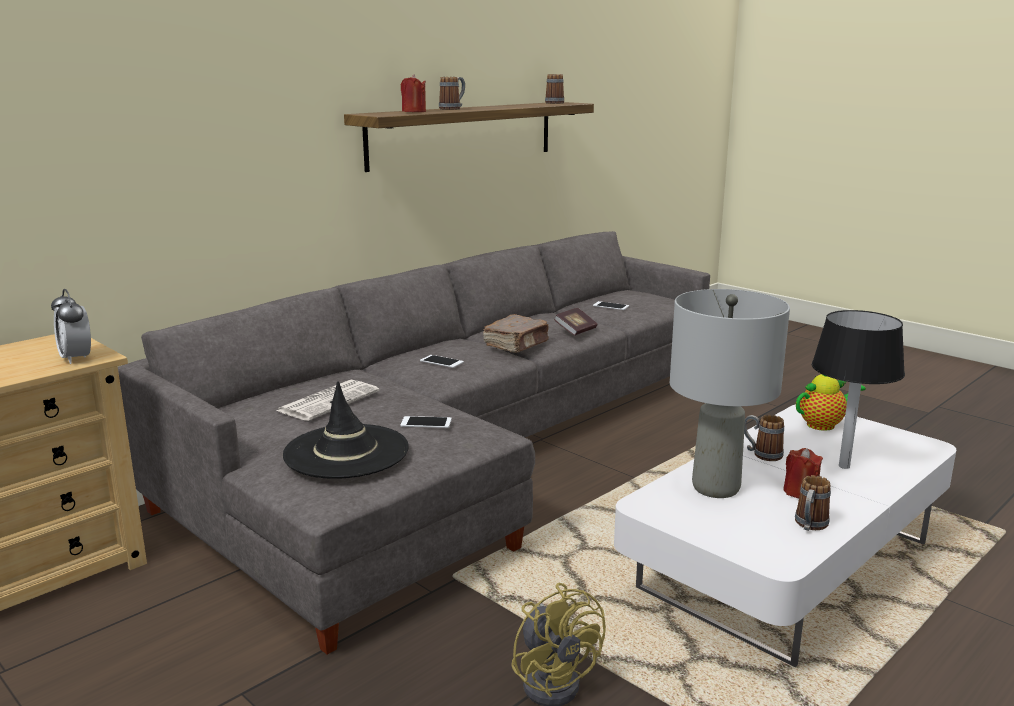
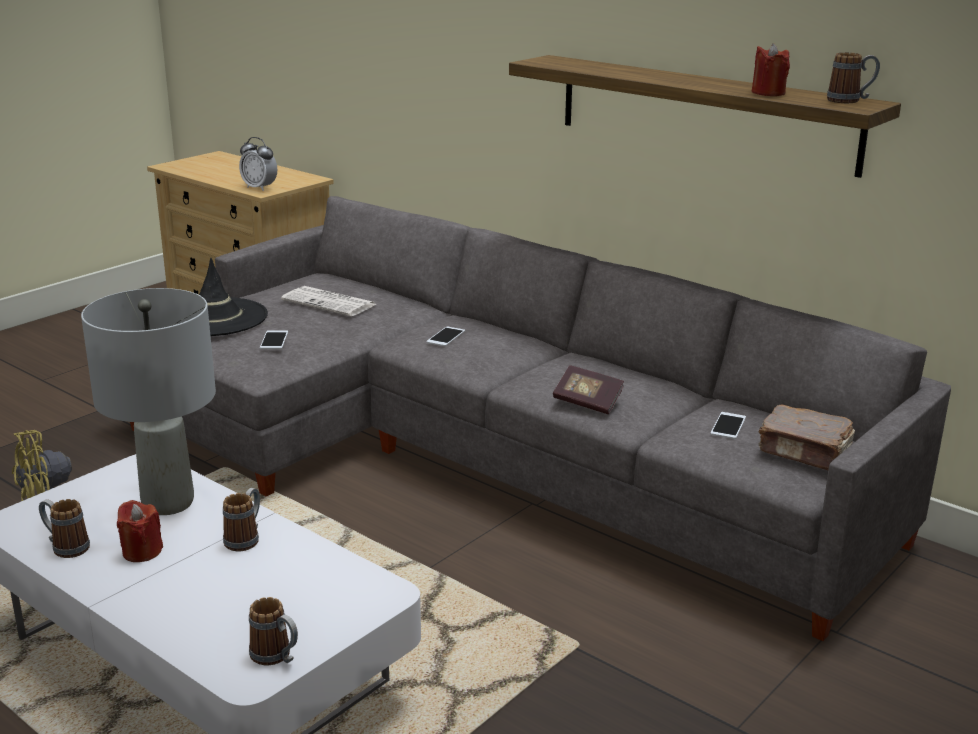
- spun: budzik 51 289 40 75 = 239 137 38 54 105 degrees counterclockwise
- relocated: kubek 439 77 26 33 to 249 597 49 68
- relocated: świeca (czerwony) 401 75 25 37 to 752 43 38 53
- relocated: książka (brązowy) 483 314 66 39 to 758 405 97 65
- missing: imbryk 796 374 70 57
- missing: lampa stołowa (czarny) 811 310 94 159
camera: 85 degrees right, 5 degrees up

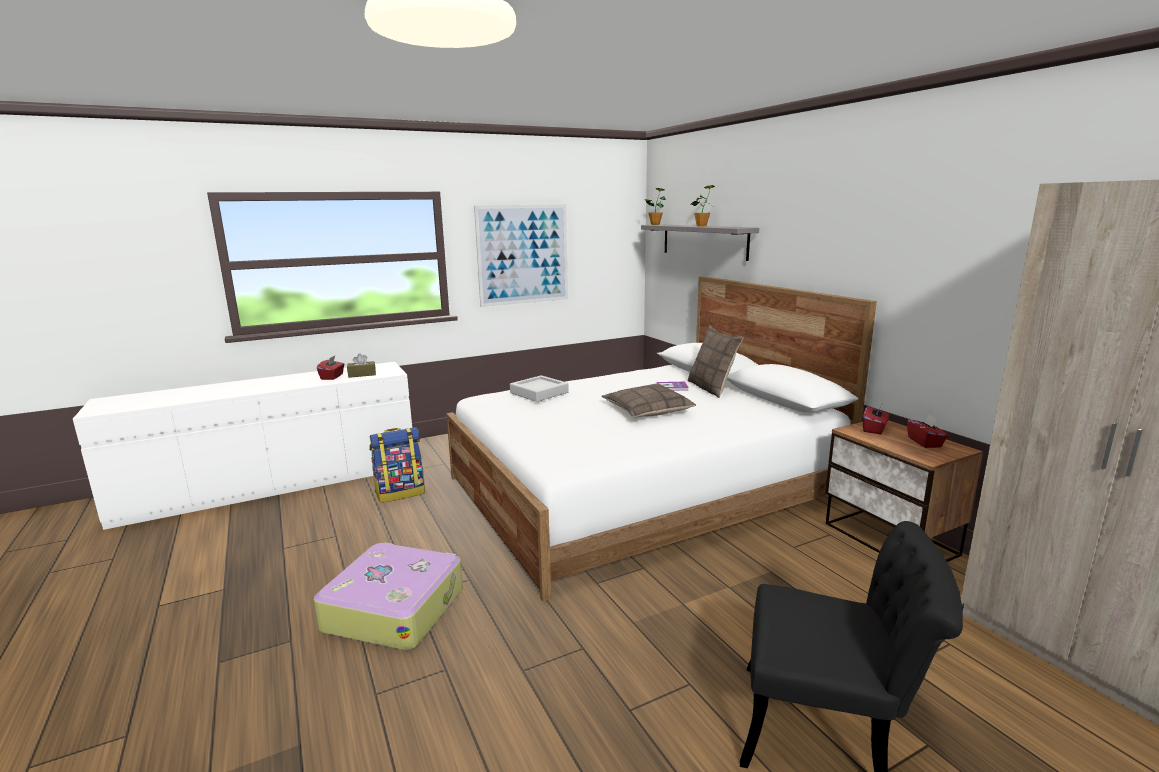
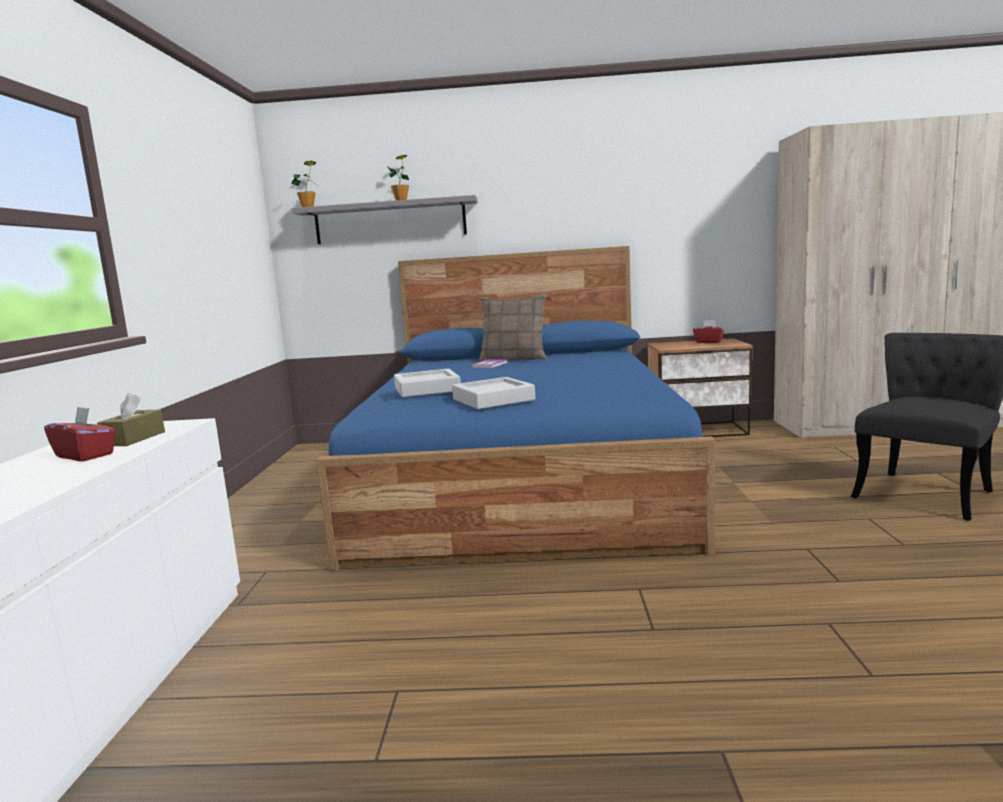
- colour: łóżko (biały) 446 276 431 325 to łóżko (niebieski) 317 246 398 325
- appeared: taca (szary) 452 377 83 32
- missing: walizka 314 543 149 107
- missing: plecak 369 427 56 76
- missing: obraz 474 204 94 103
- missing: poduszka 602 384 94 33
- missing: pudełko chusteczek (czerwony) 863 405 26 29
camera: 60 degrees left, 5 degrees down

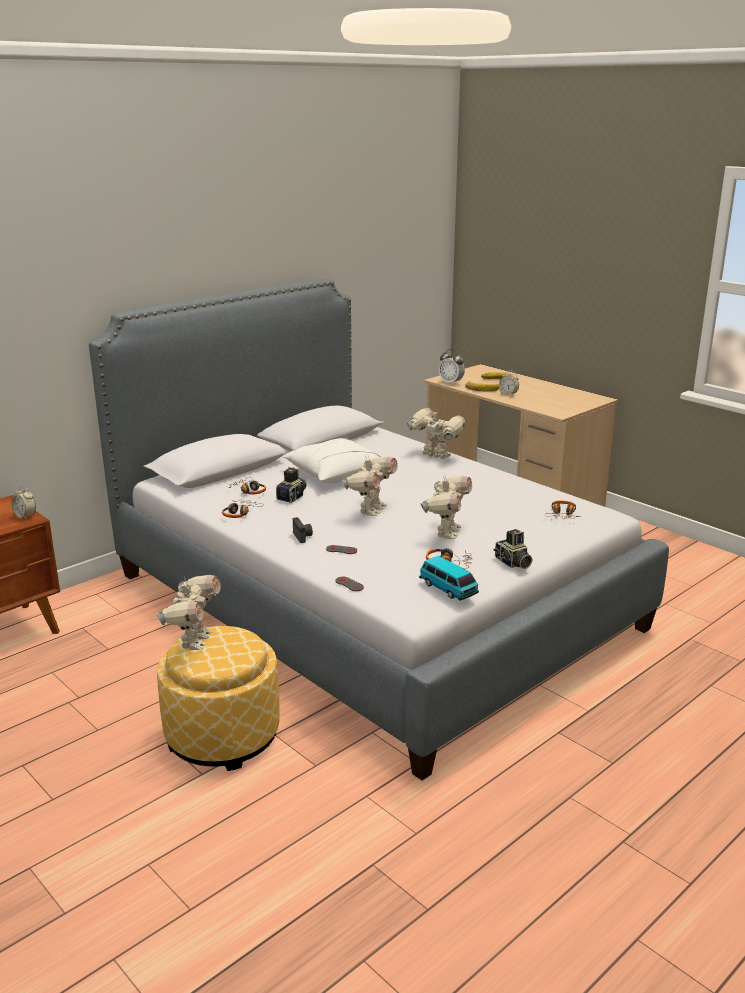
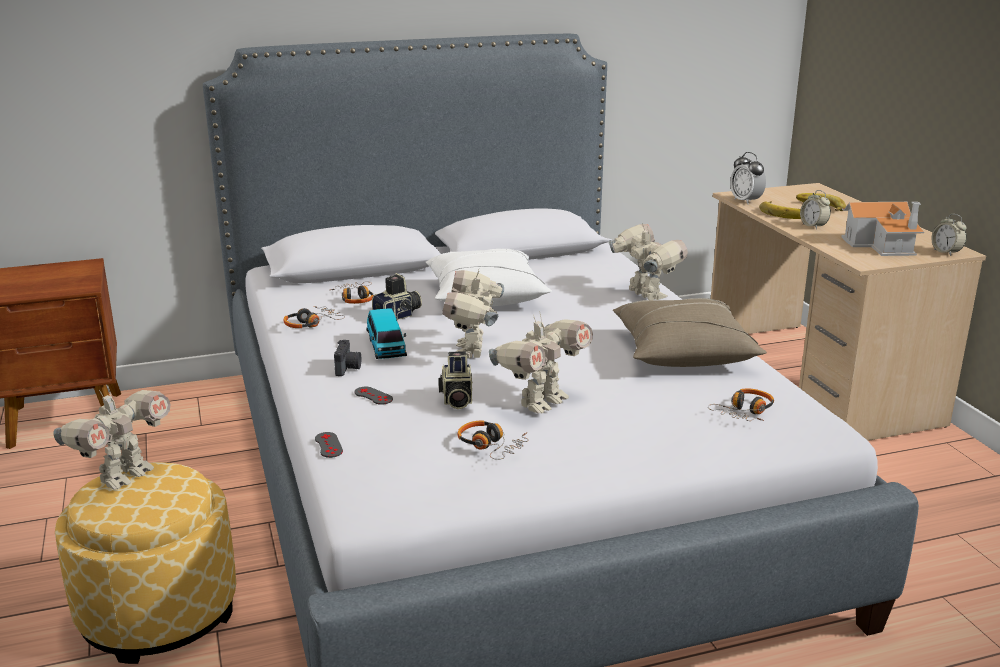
- relocated: samochodzik 419 556 60 45 to 366 308 41 51
- relocated: aparat fotograficzny 493 529 39 40 to 439 351 34 58
- spun: robot zabawkowy 342 453 56 63 = 442 270 62 89 135 degrees clockwise
- appeared: poduszka (beżowy) 613 298 154 69
- appeared: domek 841 202 83 54
- relocated: budzik 11 486 25 34 to 931 214 36 42
camera: 25 degrees right, 0 degrees up

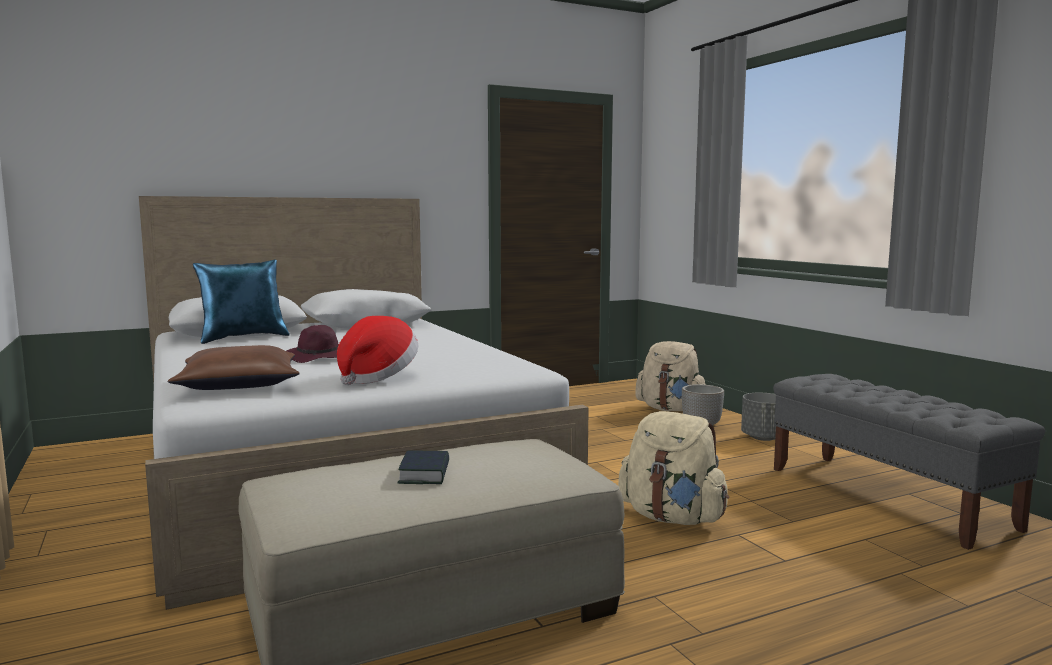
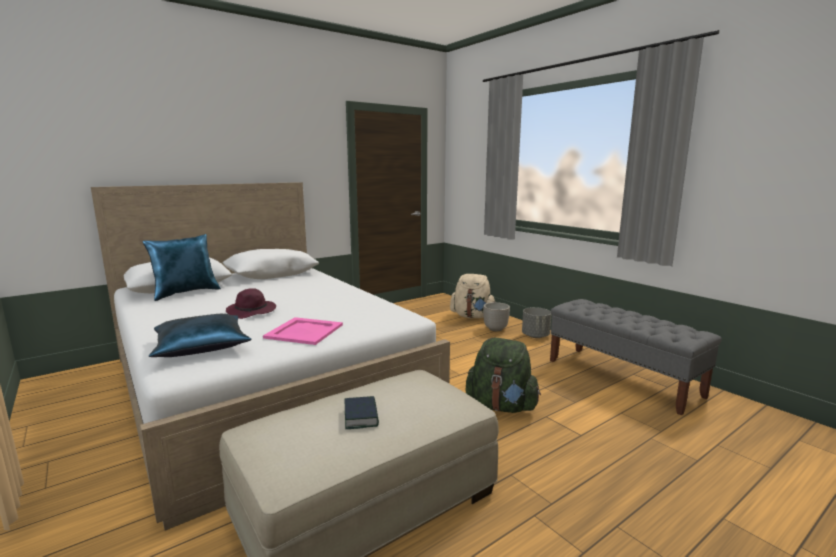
- colour: poduszka (brązowy) 168 345 132 45 to poduszka (niebieski) 149 314 102 43
- exchanged: kapelusz 337 316 81 69 to taca (różowy) 263 317 80 28
- colour: plecak (beżowy) 618 411 111 114 to plecak (zielony) 466 338 75 75
camera: 10 degrees left, 5 degrees up

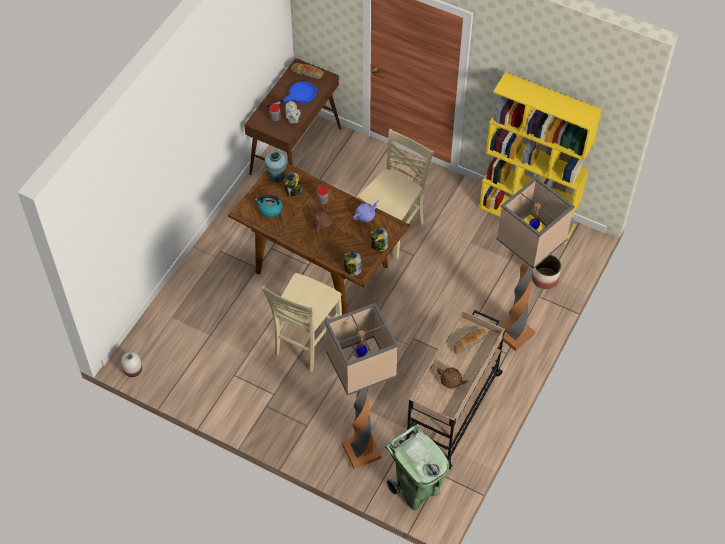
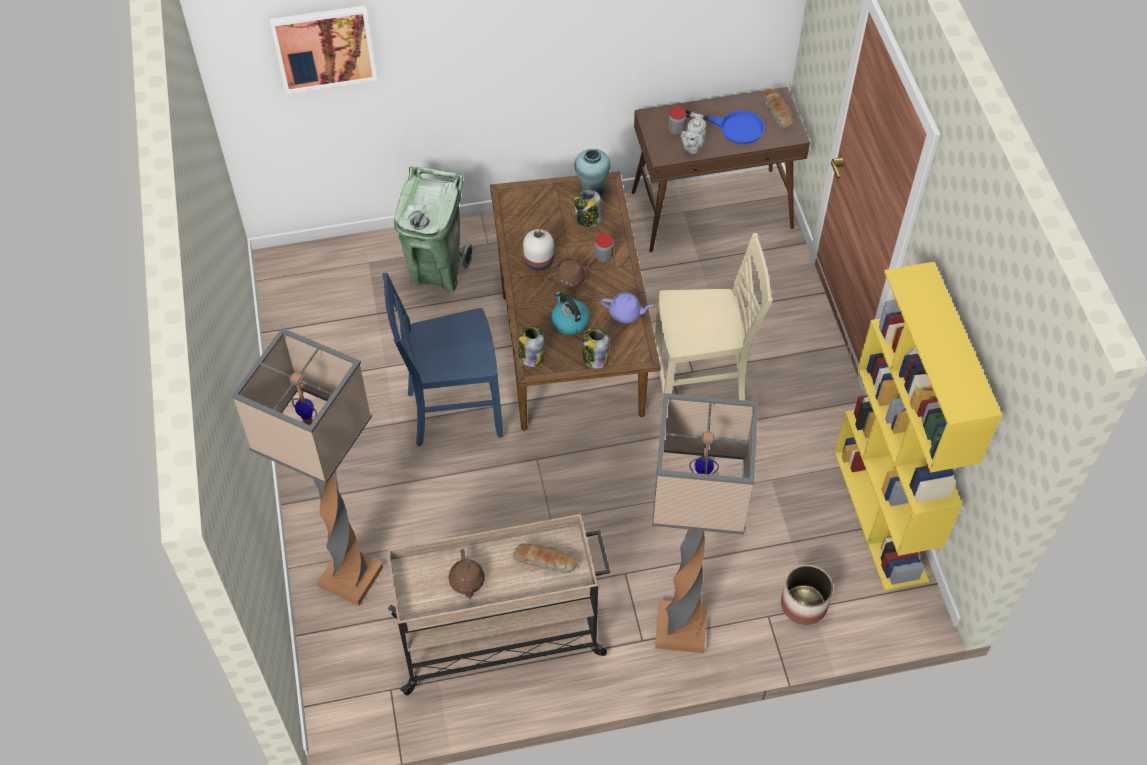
- appeared: obraz 270 5 107 89
- colour: krzesło (beżowy) 262 273 80 99 to krzesło (niebieski) 382 273 121 174
- relocated: kosz na śmieci (zielony) 385 424 64 86 to 394 167 79 125
- relocated: wazon (biały) 121 352 21 25 to 523 229 31 42
- relocated: czajnik 255 195 27 22 to 551 291 39 44
camera: 50 degrees right, 0 degrees up

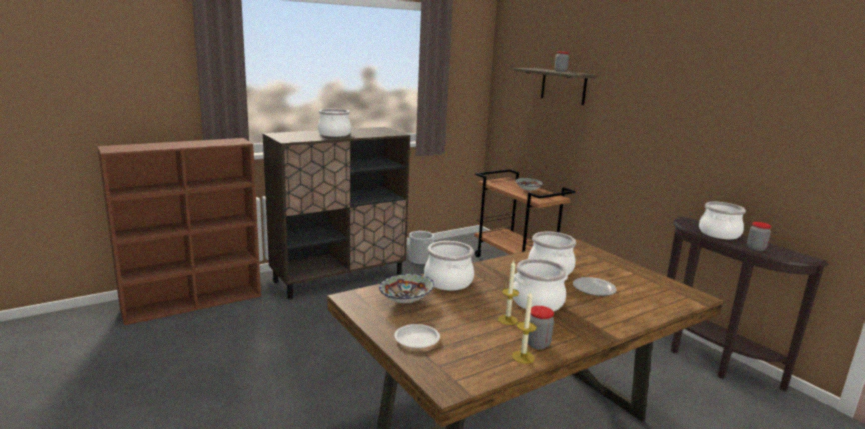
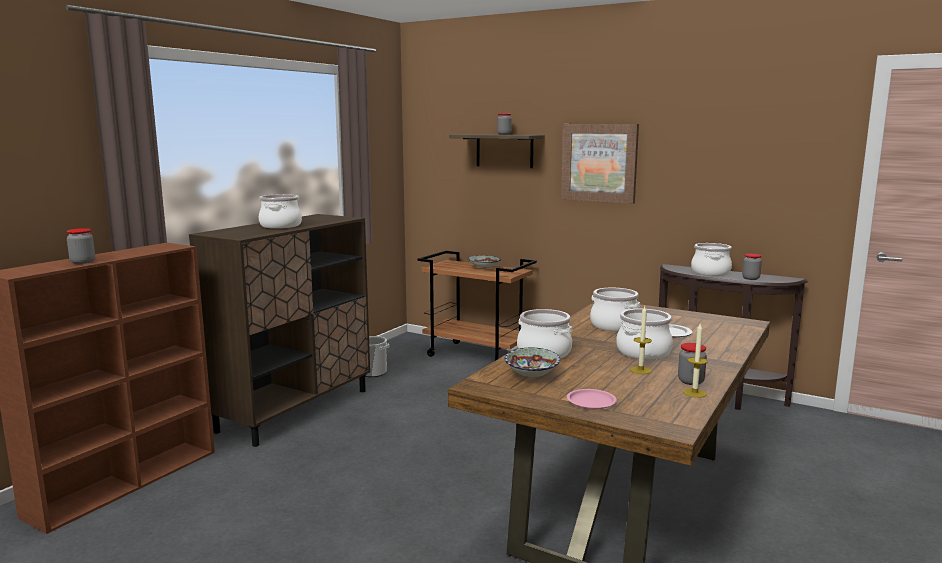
- appeared: słoik 67 228 28 36
- appeared: obraz 561 124 78 80
- colour: talerz (biały) 394 324 46 24 to talerz (różowy) 567 389 50 20
camera: 25 degrees left, 5 degrees down

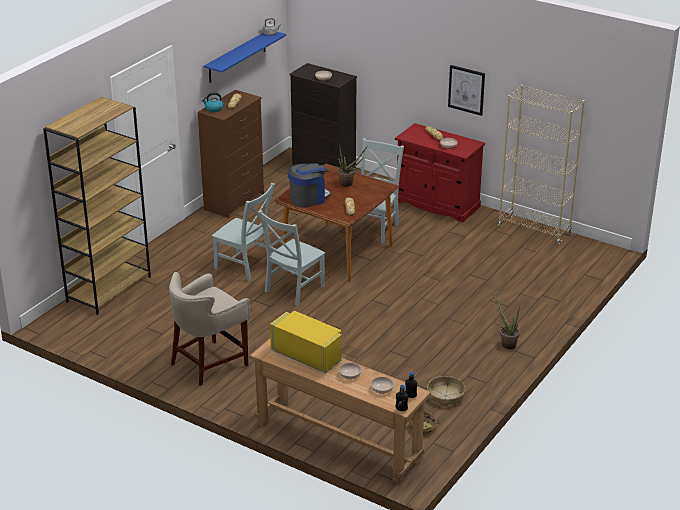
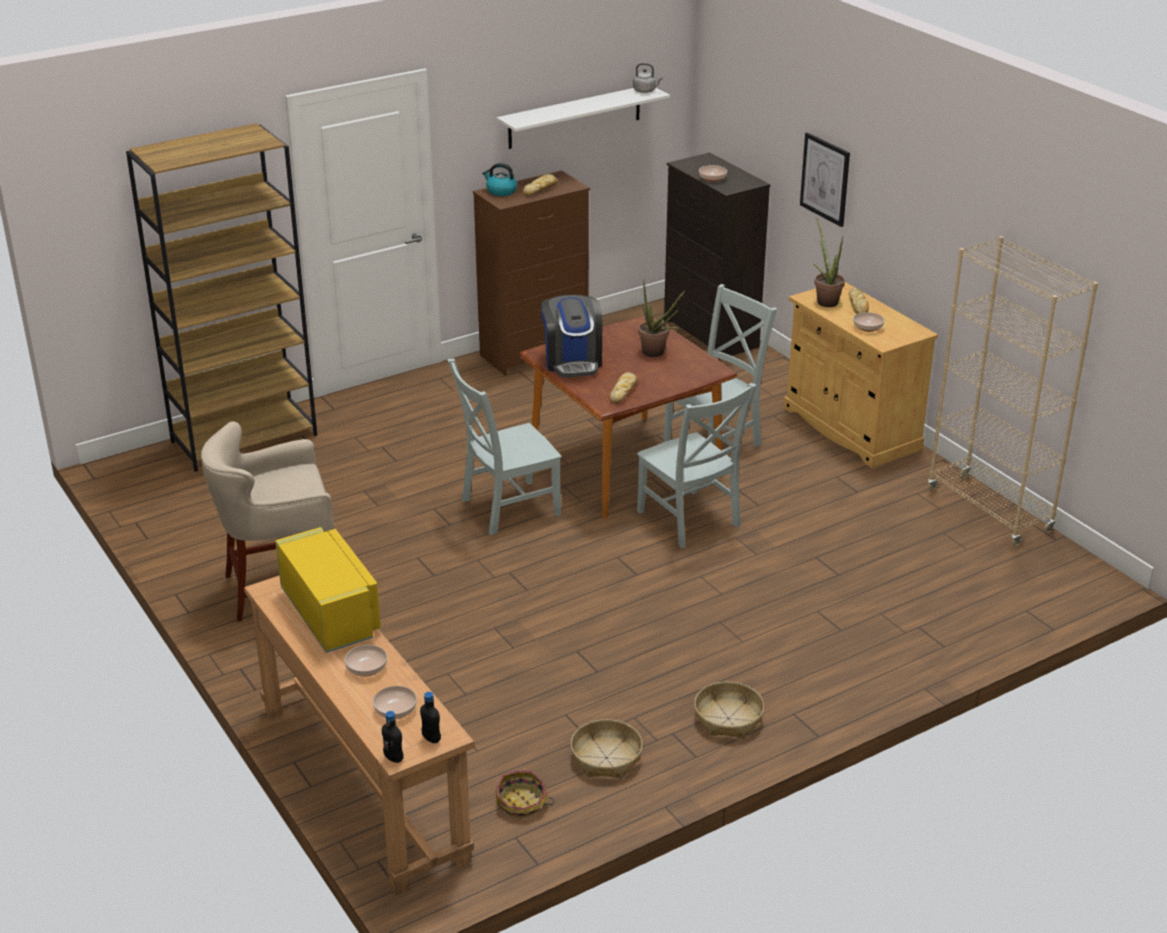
- colour: półka (niebieski) 204 32 82 51 to półka (biały) 496 88 174 61
- spun: ekspres do kawy 288 163 43 45 = 541 295 61 83 90 degrees clockwise
- relocated: krzesło (szary) 212 183 63 99 to 637 383 120 165
- appeared: koszyk 694 682 70 56
- colour: szafka (czerwony) 395 123 90 100 to szafka (beżowy) 784 282 154 186
- relocated: obraz 448 65 37 51 to 800 132 50 95
- relocated: roślina doniczkowa 493 294 27 55 to 813 217 32 90
camera: 25 degrees right, 0 degrees up

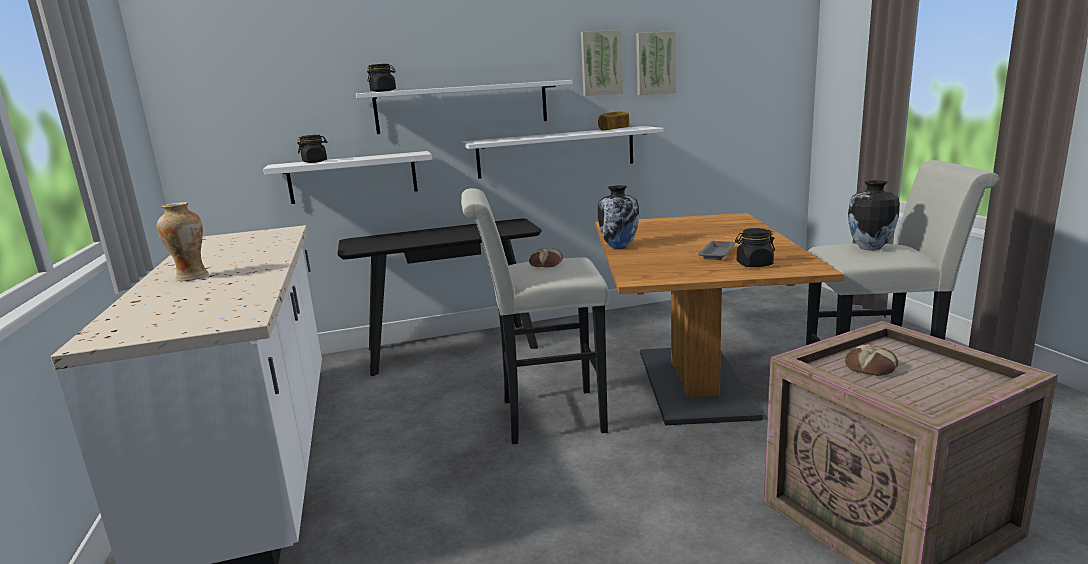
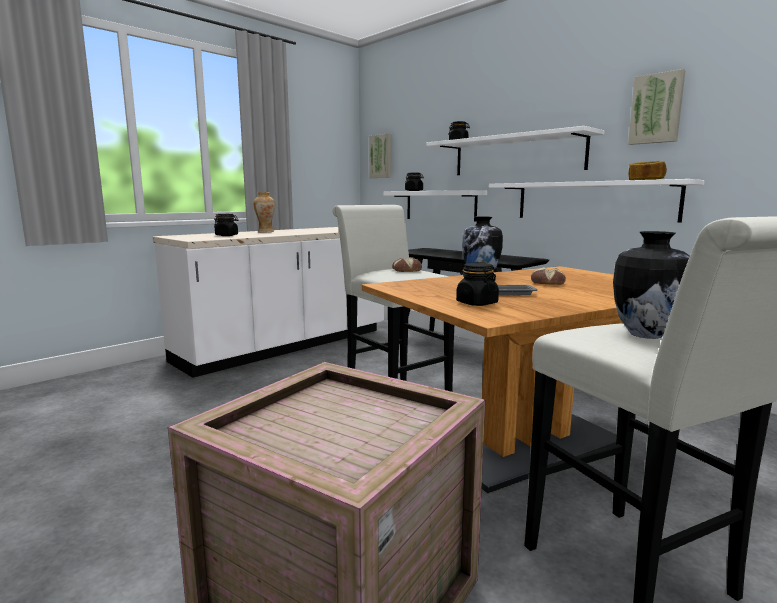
- appeared: słoik (czarny) 214 214 24 22
- relocated: obraz 636 31 40 64 to 369 133 23 45
- relocated: chleb 845 344 53 32 to 531 267 35 18
camera: 60 degrees right, 5 degrees down

